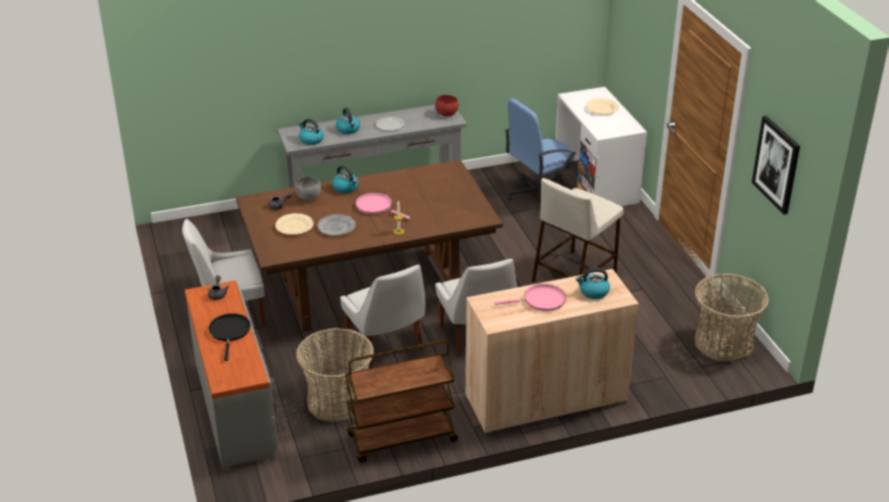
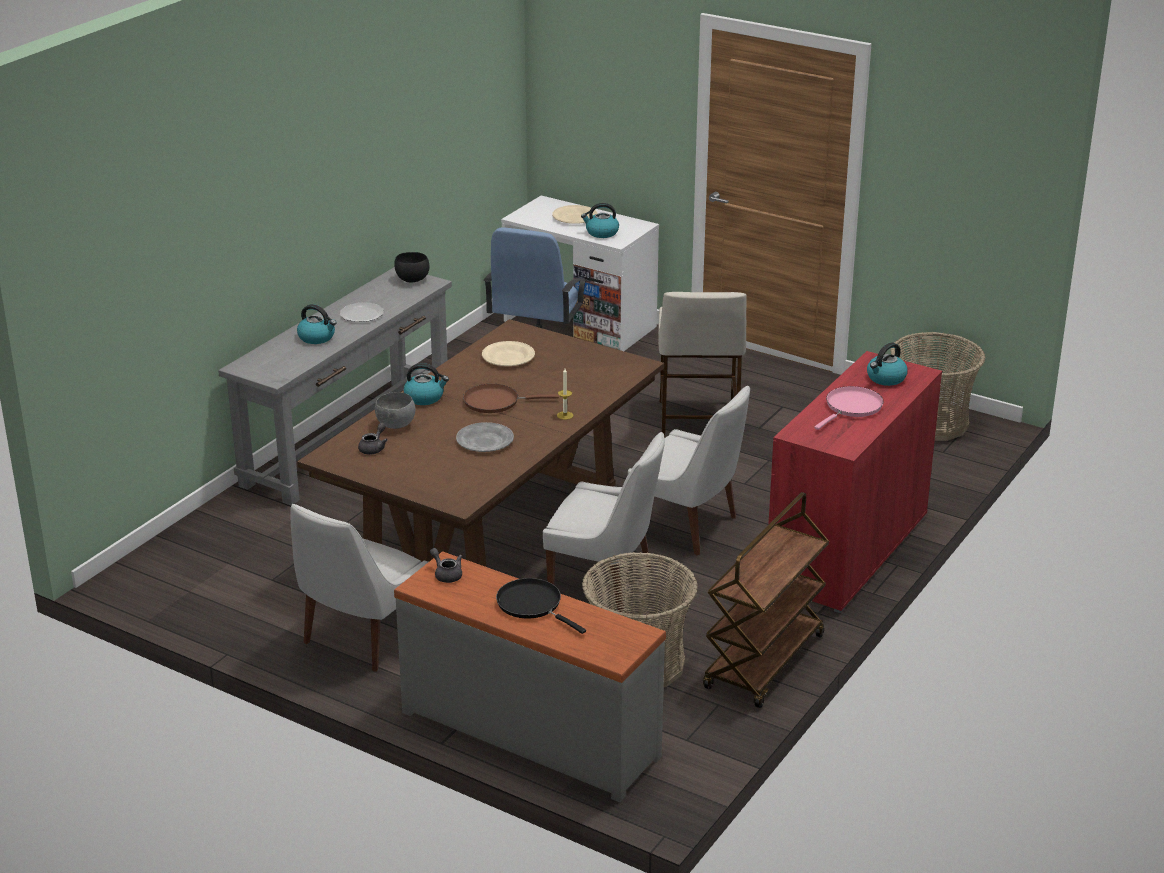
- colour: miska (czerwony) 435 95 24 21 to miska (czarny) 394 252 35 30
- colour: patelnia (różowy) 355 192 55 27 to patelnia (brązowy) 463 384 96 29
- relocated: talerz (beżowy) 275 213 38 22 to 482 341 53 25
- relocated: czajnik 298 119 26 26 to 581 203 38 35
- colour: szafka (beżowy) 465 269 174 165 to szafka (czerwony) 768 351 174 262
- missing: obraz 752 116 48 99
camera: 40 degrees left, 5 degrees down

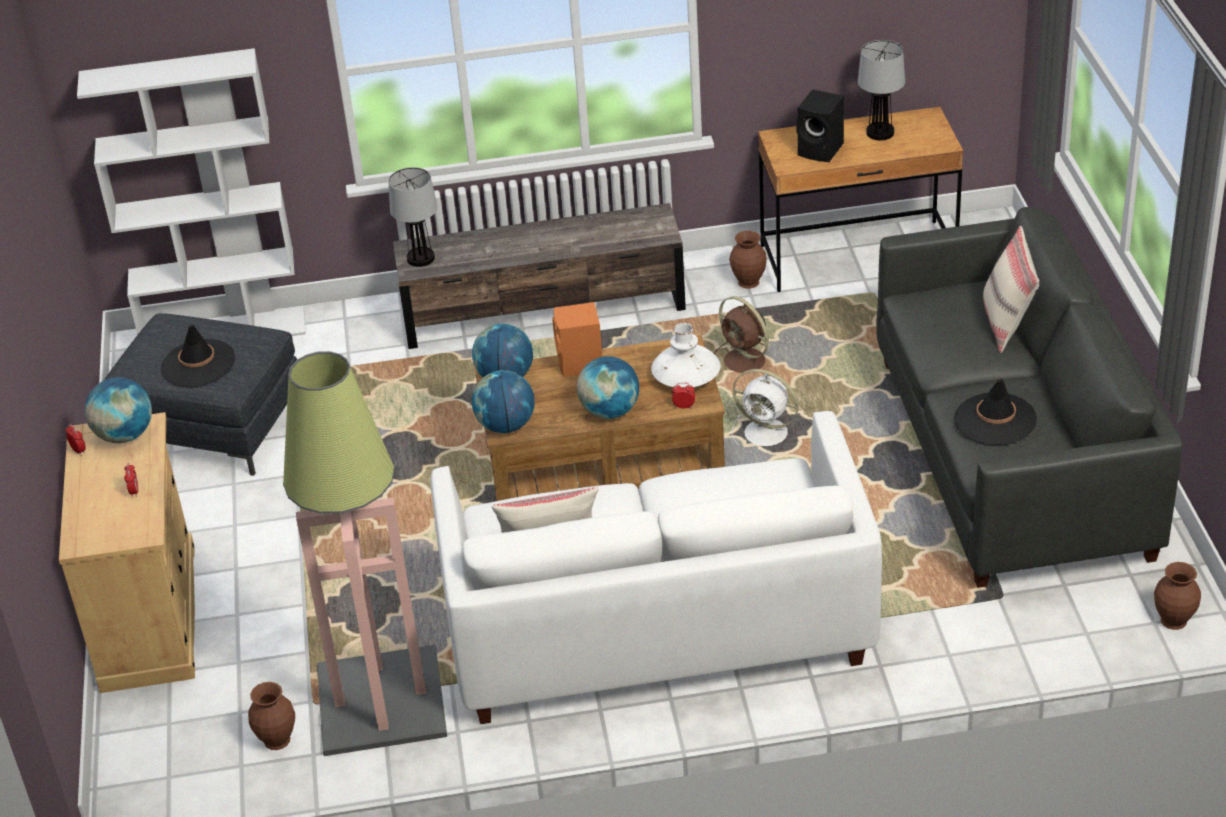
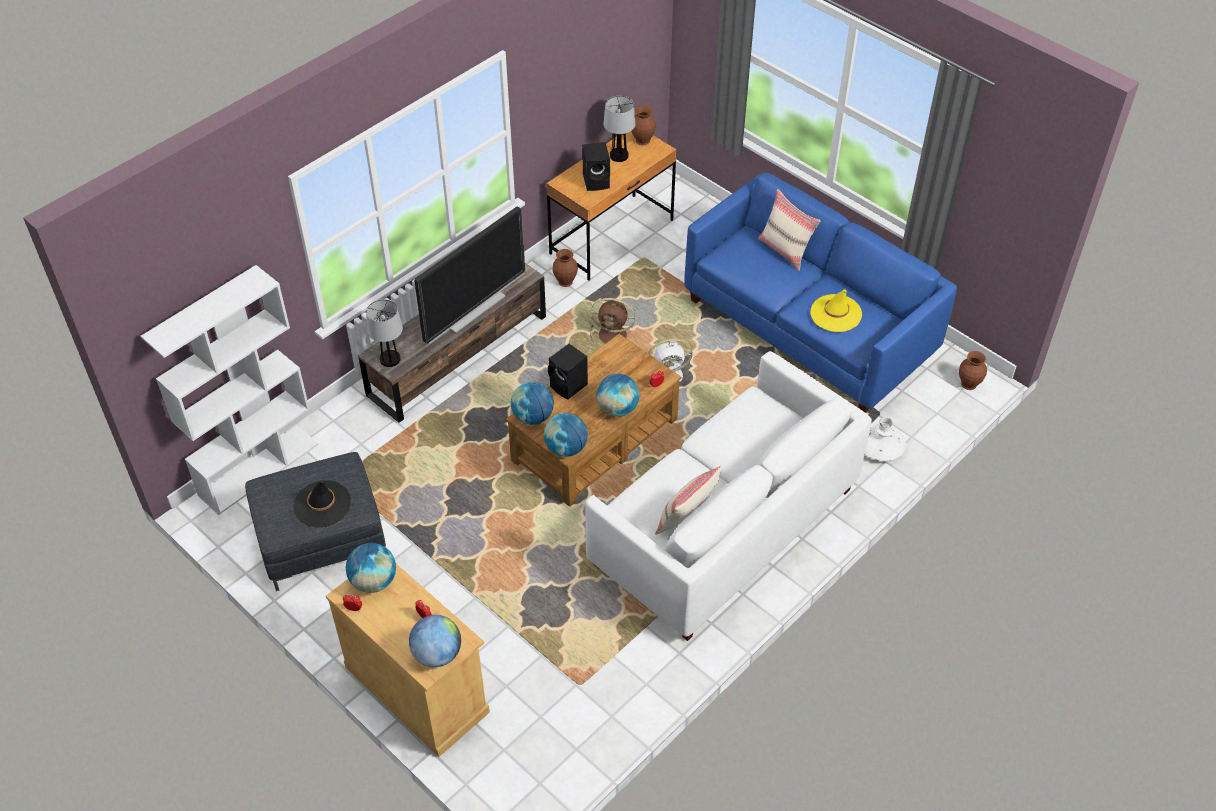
- appeared: globus 409 615 52 52
- appeared: telewizor 414 206 111 138
- colour: głośnik (pomarańczowy) 552 302 50 75 to głośnik (czarny) 548 344 40 55
- relocated: wazon (brązowy) 248 682 47 68 to 631 105 25 40
- colour: kanapa (szary) 876 207 306 381 to kanapa (niebieski) 684 173 273 240
- colour: kapelusz (czarny) 954 379 83 66 to kapelusz (żółty) 810 289 52 43
- relocated: wazon (biały) 651 323 70 65 to 865 417 41 44
- missing: lampa stojąca 283 351 164 405
camera: 40 degrees left, 10 degrees up

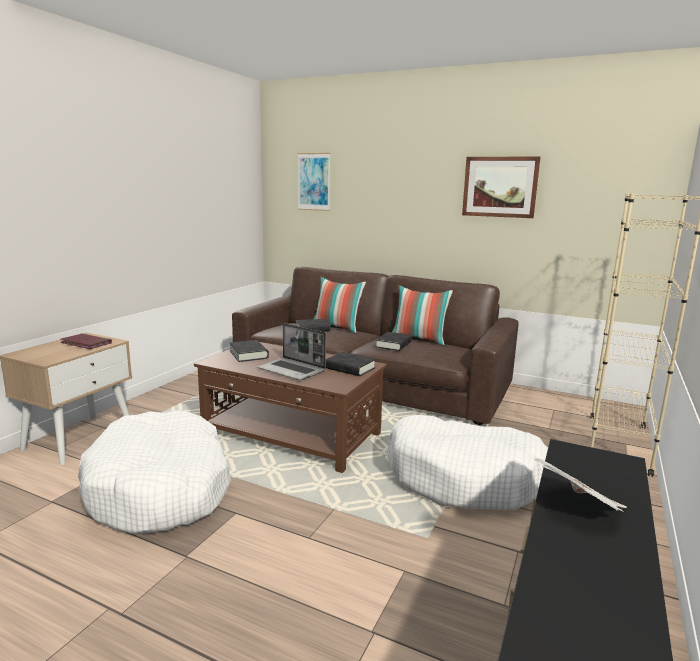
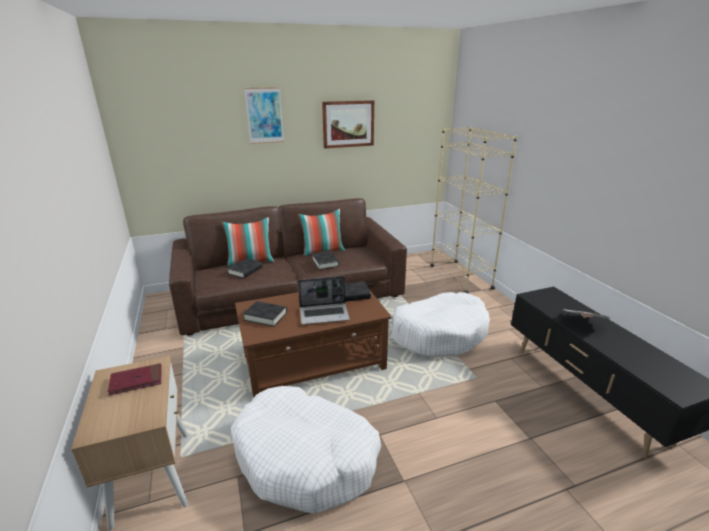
- relocated: obraz 298 153 32 58 to 244 87 40 57
camera: 45 degrees left, 10 degrees up

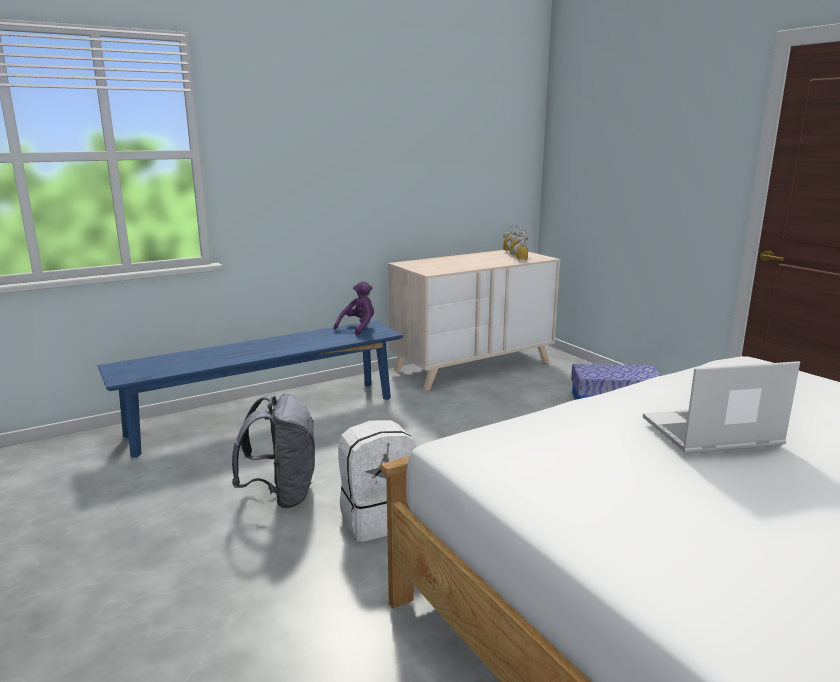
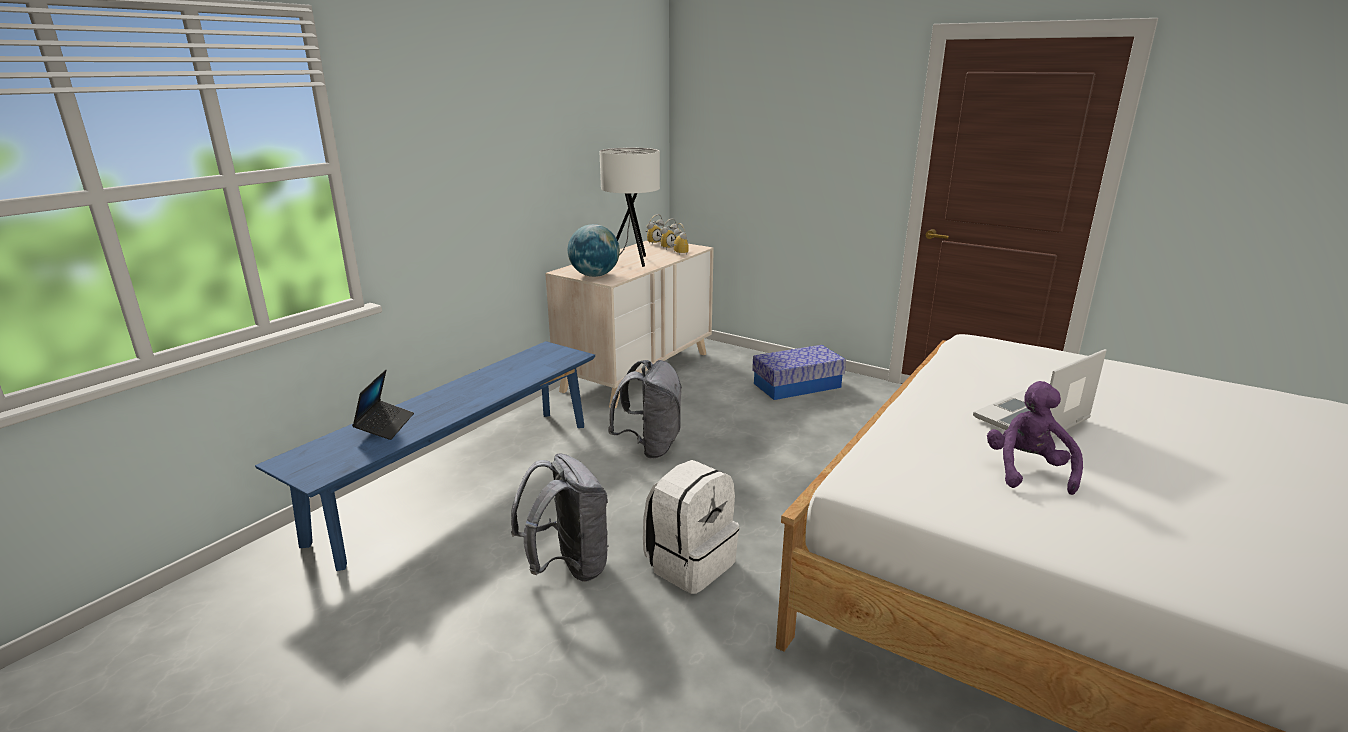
- appeared: laptop 352 370 62 70
- appeared: globus 568 224 52 53
- appeared: lampa stołowa (biały) 599 148 61 119
- appeared: plecak (szary) 608 360 74 99
- relocated: pluszak (fioletowy) 334 281 40 55 to 987 381 96 114
camera: 25 degrees left, 5 degrees up

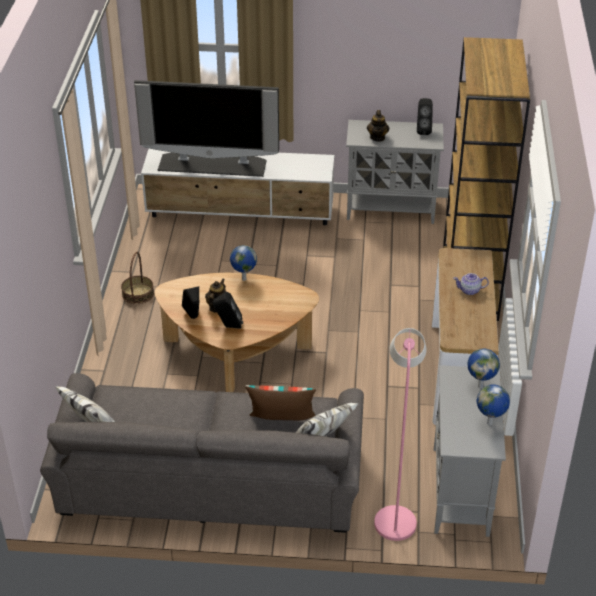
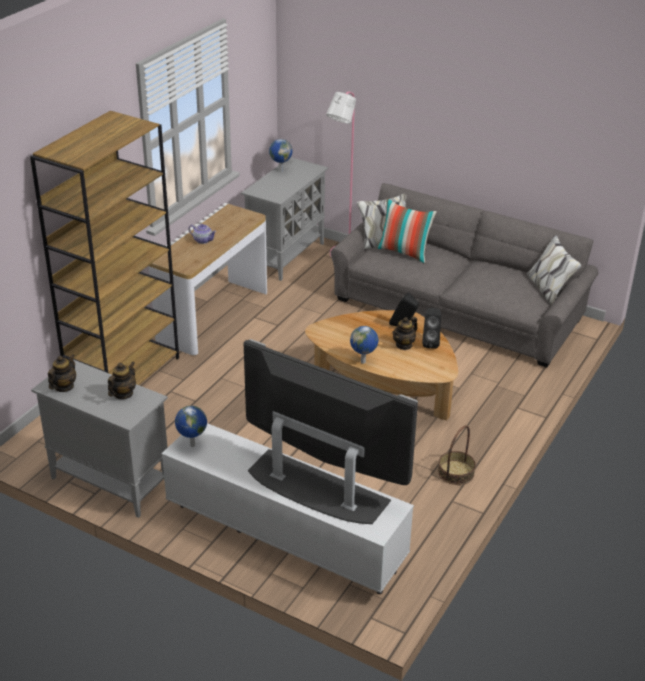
- exchanged: głośnik (czarny) 417 98 16 37 to imbryk 48 354 28 38
- relocated: globus 467 349 33 40 to 175 406 32 41
camera: 155 degrees left, 5 degrees down

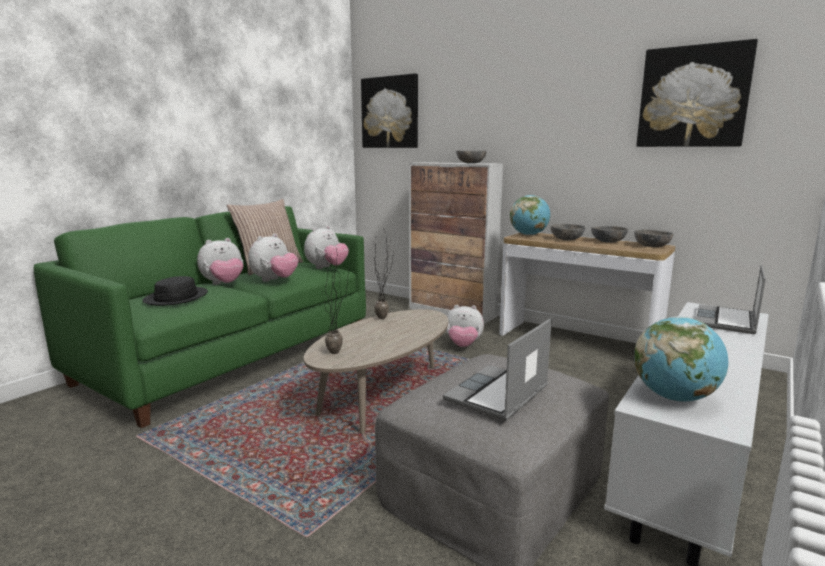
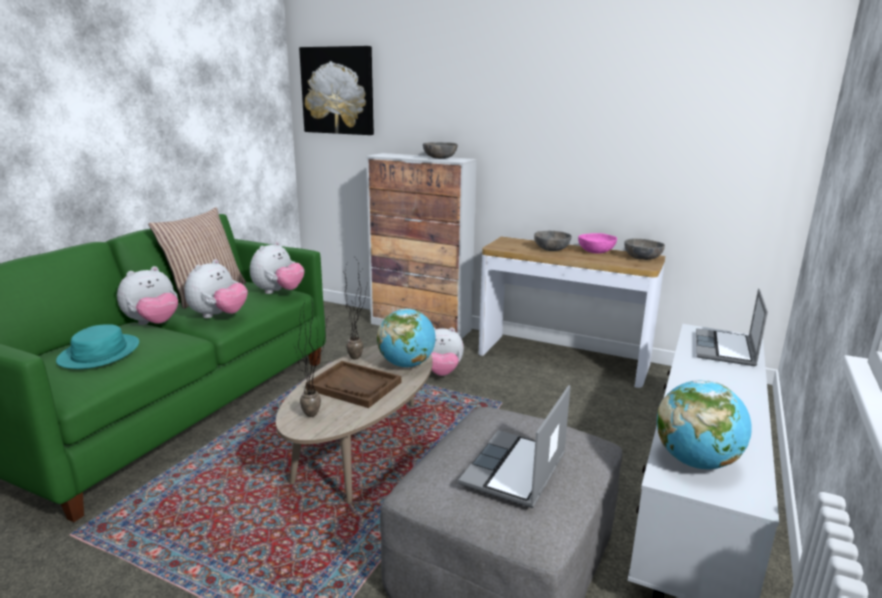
- colour: kapelusz (czarny) 142 276 66 30 to kapelusz (turkusowy) 56 324 83 45
- appeared: taca (brązowy) 306 361 95 47
- relocated: globus 510 195 40 40 to 377 309 59 59
- colour: miska (szary) 591 226 37 17 to miska (różowy) 578 233 39 21
- missing: obraz 636 39 122 108
camera: 10 degrees left, 5 degrees up

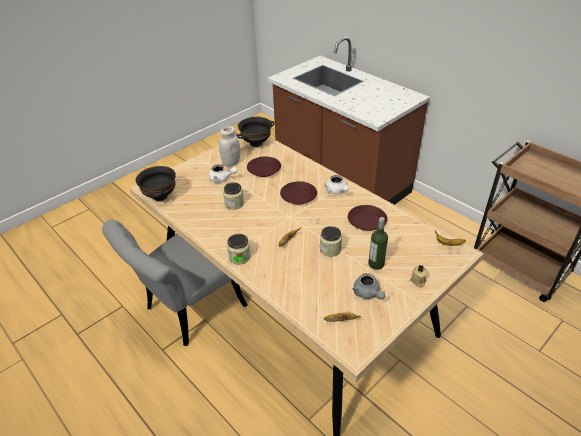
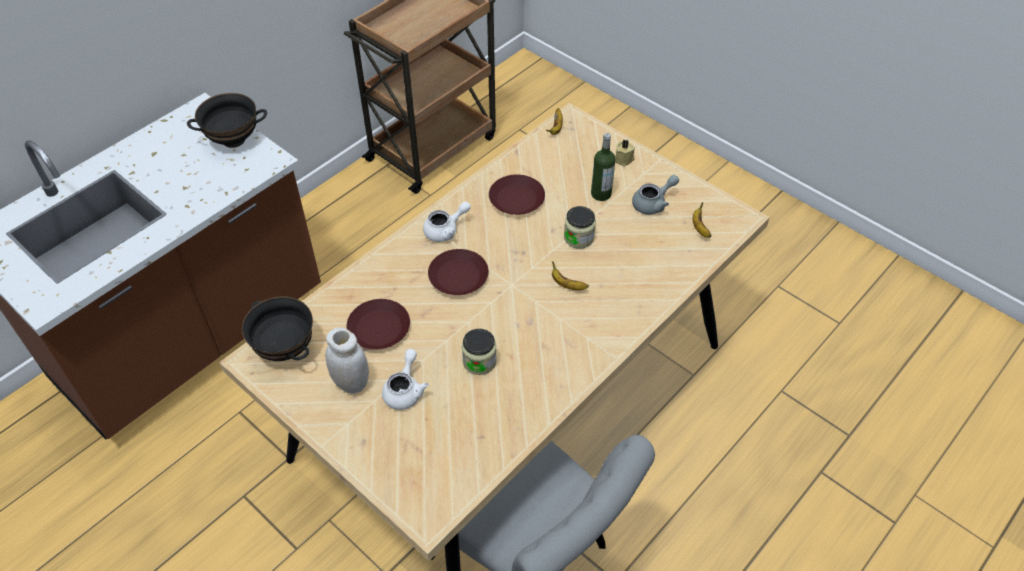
- relocated: miska (czarny) 136 166 40 35 to 187 93 80 55
- missing: słoik 227 234 24 31
camera: 95 degrees left, 10 degrees up

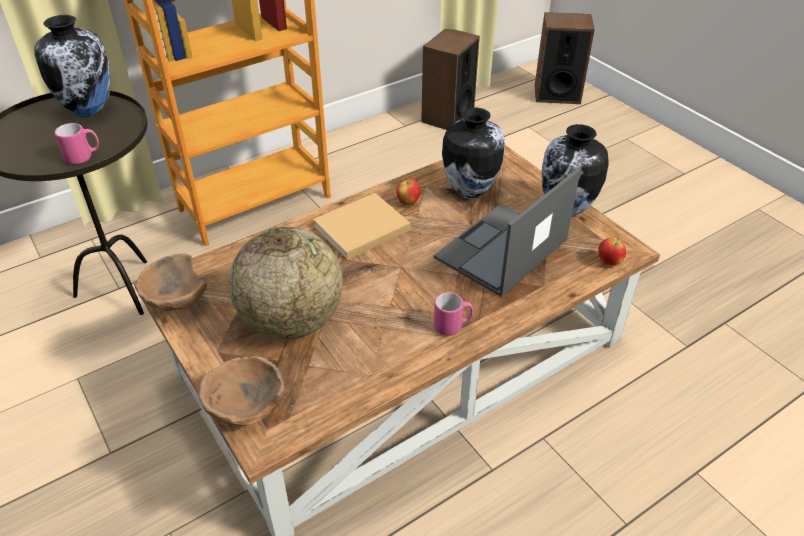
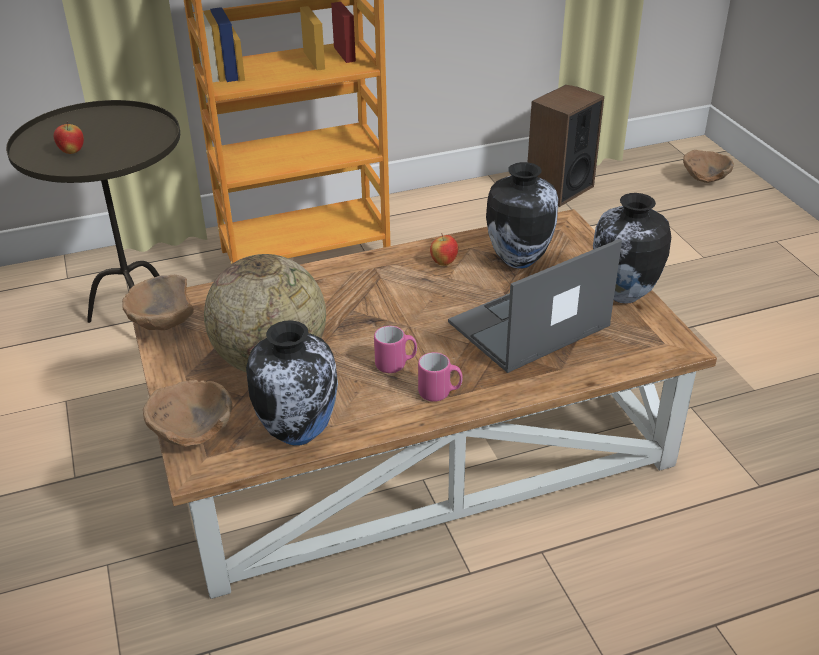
- relocated: jabłko 598 238 28 28 to 54 121 30 33
- relocated: wazon 34 15 77 102 to 246 320 92 126
- relocated: kubek (różowy) 55 123 44 42 to 374 326 43 47
- exchanged: głośnik 535 12 60 92 to miska (brązowy) 683 150 51 33
- missing: książka (beżowy) 313 193 98 67
camera: 15 degrees right, 5 degrees down

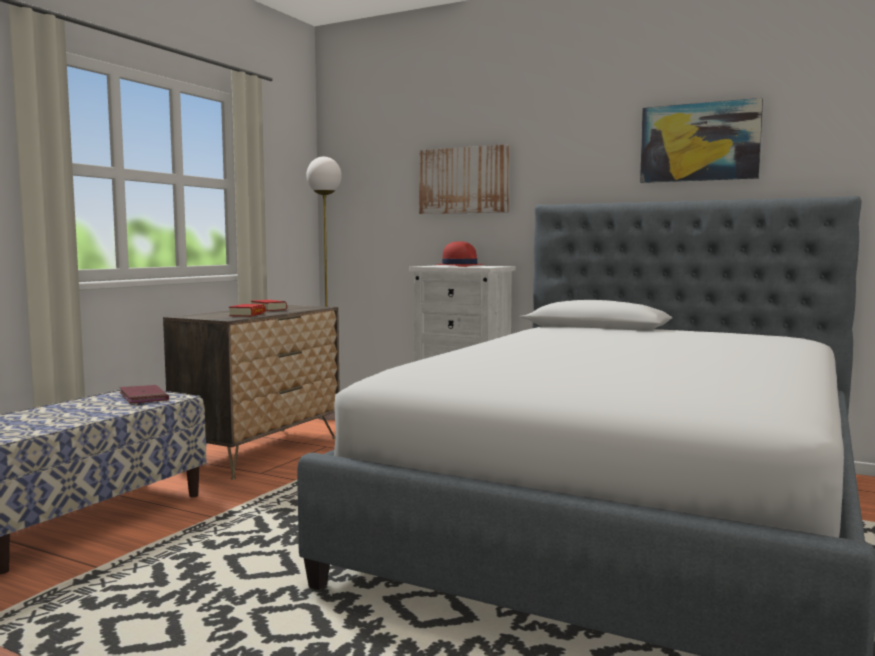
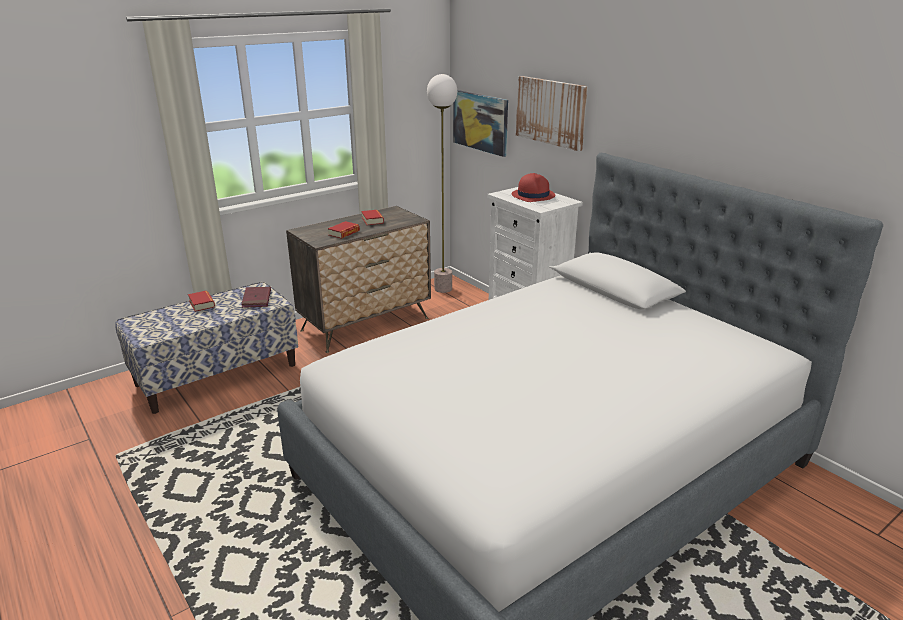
- appeared: książka 188 291 27 21
- relocated: obraz 640 98 123 85 to 453 90 55 67
camera: 25 degrees right, 20 degrees up

